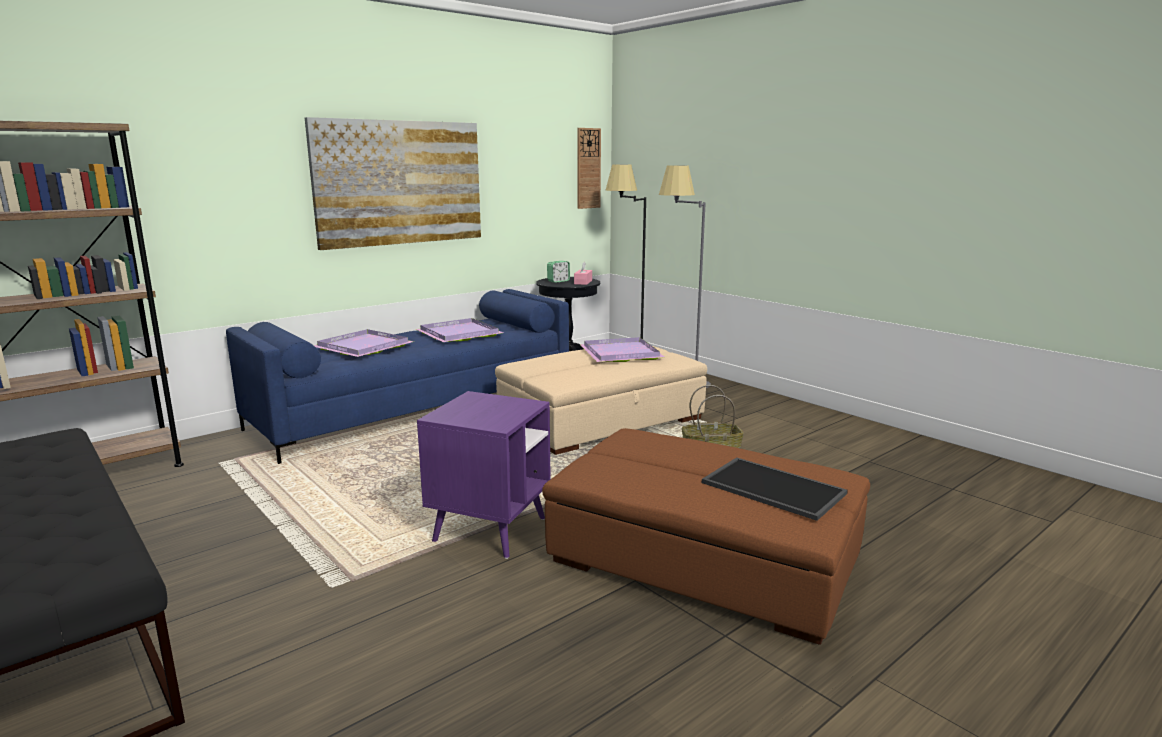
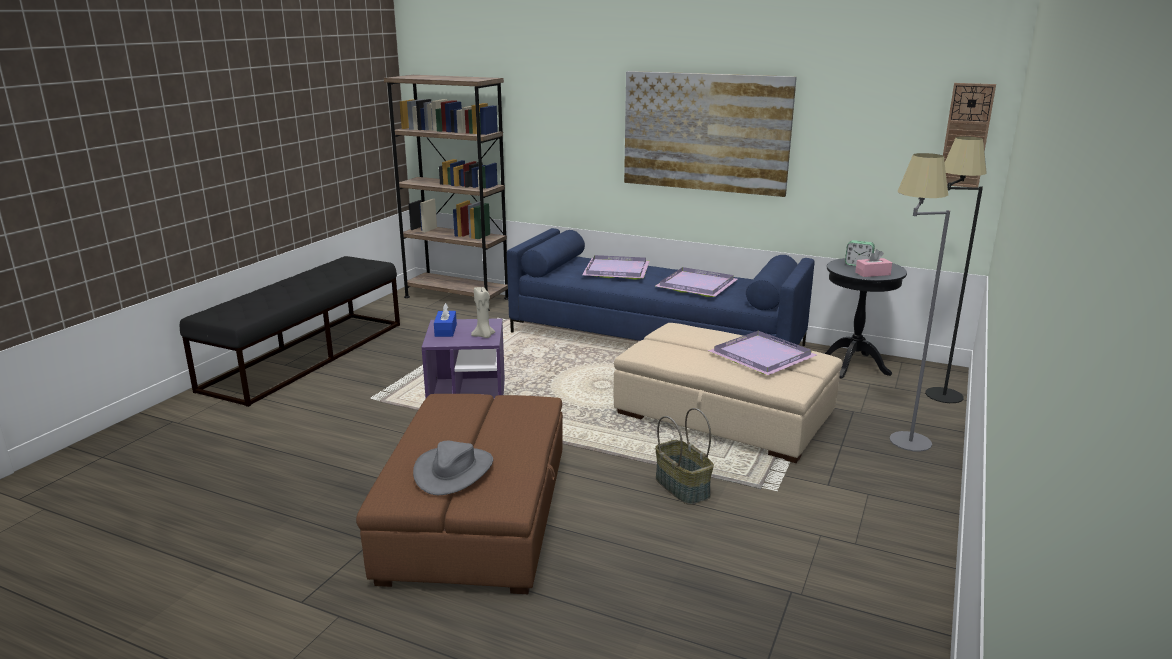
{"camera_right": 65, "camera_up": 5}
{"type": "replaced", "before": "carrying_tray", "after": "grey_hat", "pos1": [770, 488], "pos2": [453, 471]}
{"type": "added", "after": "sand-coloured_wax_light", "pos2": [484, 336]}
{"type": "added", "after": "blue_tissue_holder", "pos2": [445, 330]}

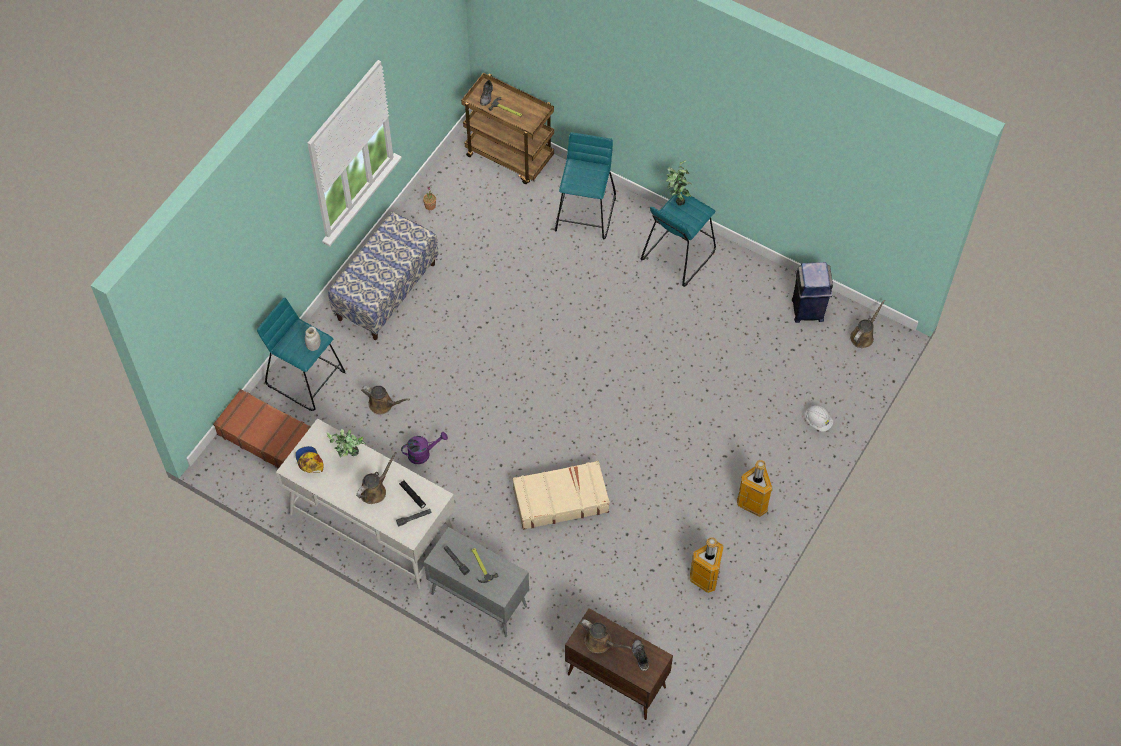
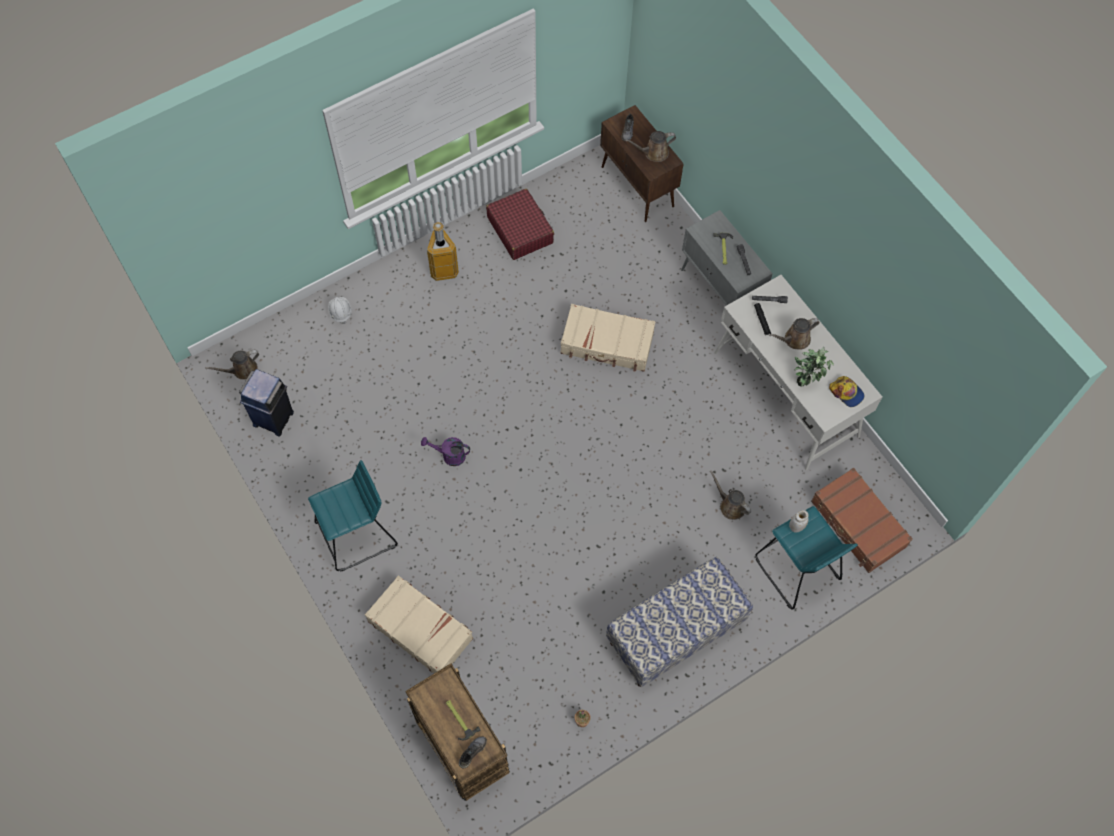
{"camera_right": -155, "camera_up": 5}
{"type": "replaced", "before": "blue-green_stool_seat", "after": "sand-coloured_travel_case", "pos1": [585, 213], "pos2": [420, 629]}
{"type": "removed", "before": "houseplant", "pos1": [676, 199]}
{"type": "moved", "before": "purple_sprinkling_can", "pos1": [423, 453], "pos2": [449, 456]}
{"type": "turned", "before": "cap", "pos1": [309, 461], "pos2": [846, 393], "turn": -45}
{"type": "replaced", "before": "waste_bin", "after": "red-coloured_travel_case", "pos1": [706, 577], "pos2": [520, 230]}
{"type": "turned", "before": "brownish_sprinkling_can", "pos1": [600, 642], "pos2": [653, 153], "turn": -75}

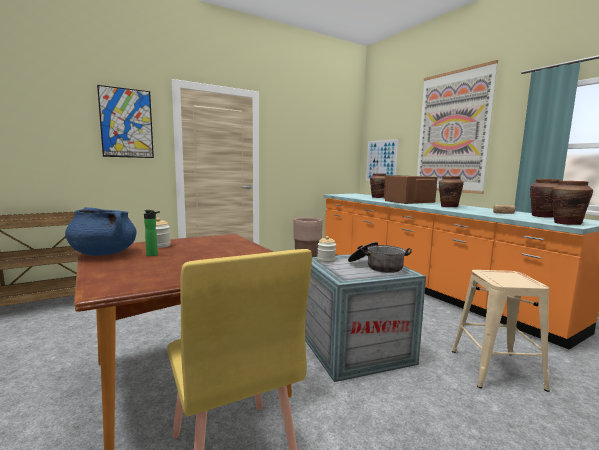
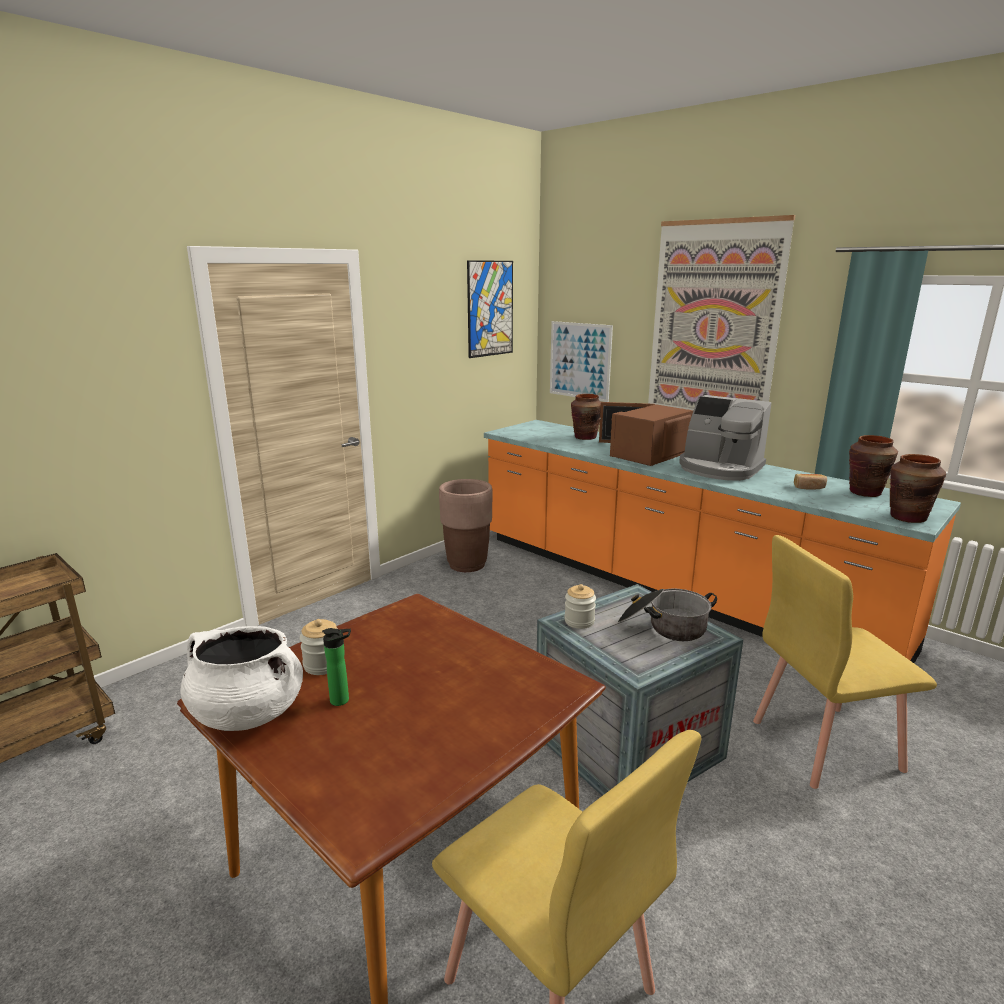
{"camera_right": -15, "camera_up": 10}
{"type": "moved", "before": "picture", "pos1": [126, 123], "pos2": [490, 309]}
{"type": "replaced", "before": "brownish_flower_vase", "after": "coffee_maker", "pos1": [448, 206], "pos2": [719, 469]}
{"type": "recoloured", "before": "blue_cooking_pot", "after": "whitish_cooking_pot", "pos1": [103, 253], "pos2": [247, 713]}
{"type": "replaced", "before": "sand-coloured_stool_seat", "after": "yellow_plain_chair", "pos1": [495, 369], "pos2": [824, 744]}

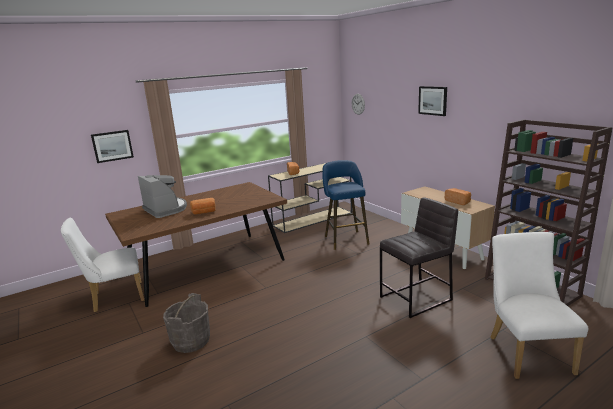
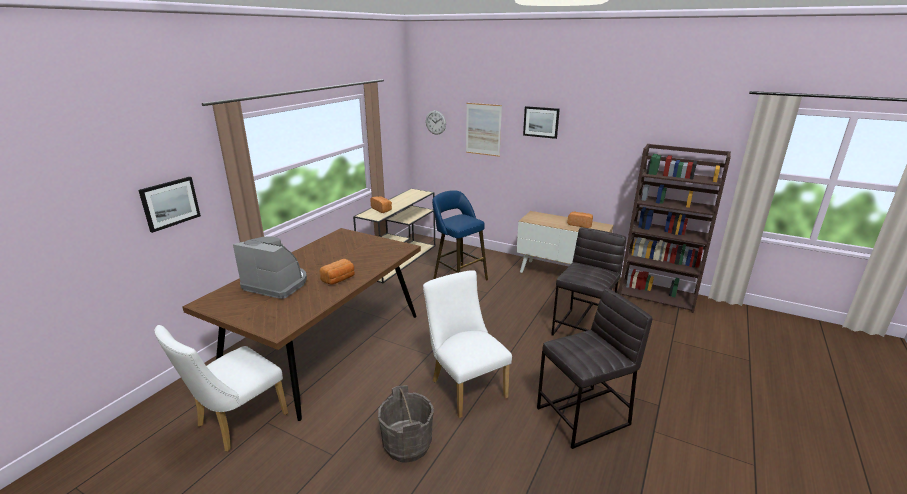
{"camera_right": -30, "camera_up": 5}
{"type": "moved", "before": "whitish_plain_chair", "pos1": [526, 351], "pos2": [465, 386]}
{"type": "added", "after": "picture", "pos2": [483, 129]}
{"type": "added", "after": "grey_stool_seat", "pos2": [584, 416]}

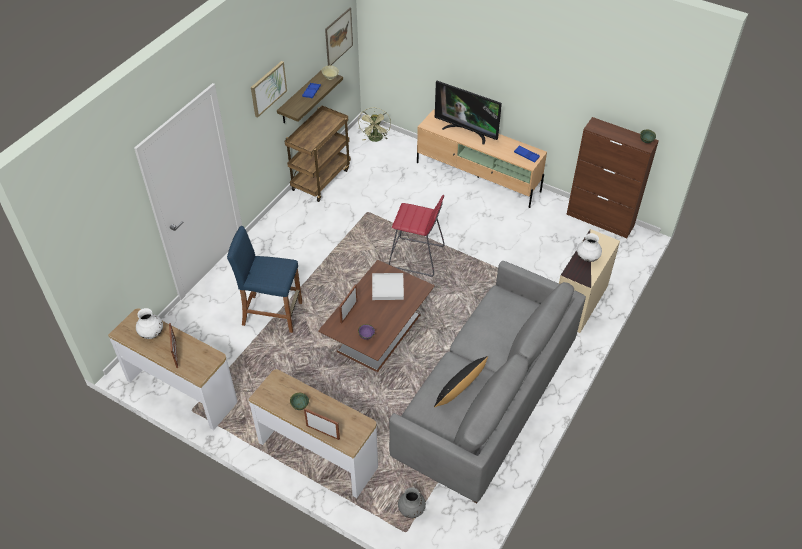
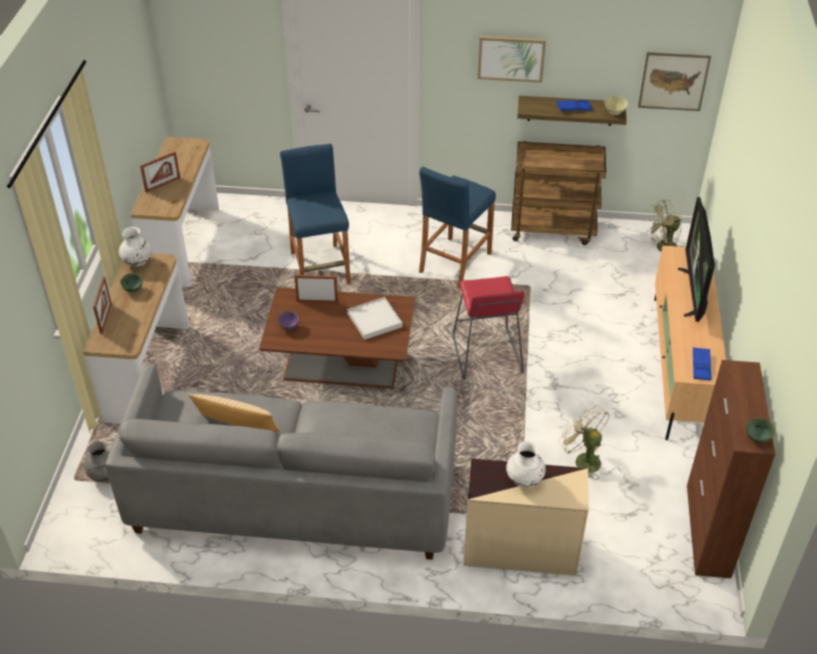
{"camera_right": 65, "camera_up": -5}
{"type": "moved", "before": "whitish_flower_vase", "pos1": [152, 333], "pos2": [138, 262]}
{"type": "recoloured", "before": "black_pillow", "after": "sand-coloured_pillow", "pos1": [459, 389], "pos2": [237, 425]}
{"type": "added", "after": "blue_stool_seat", "pos2": [455, 262]}
{"type": "added", "after": "sand-coloured_cooling_fan", "pos2": [582, 460]}

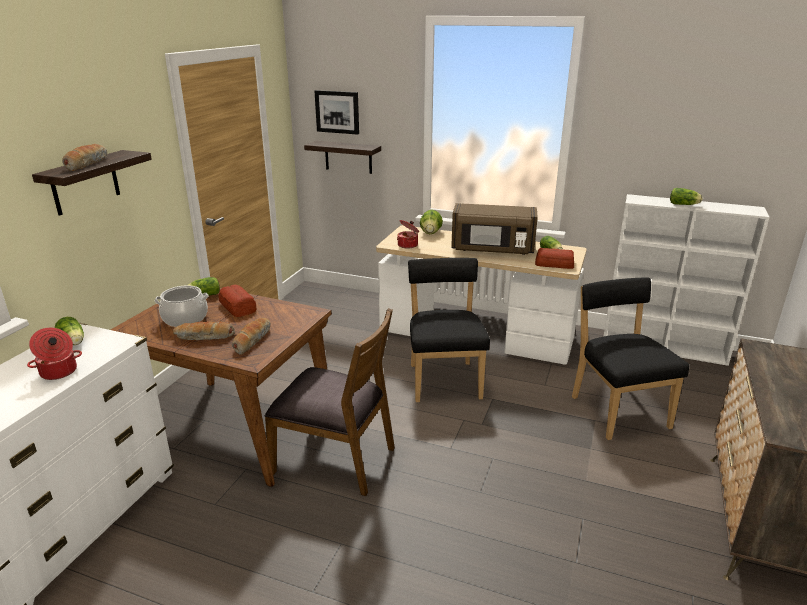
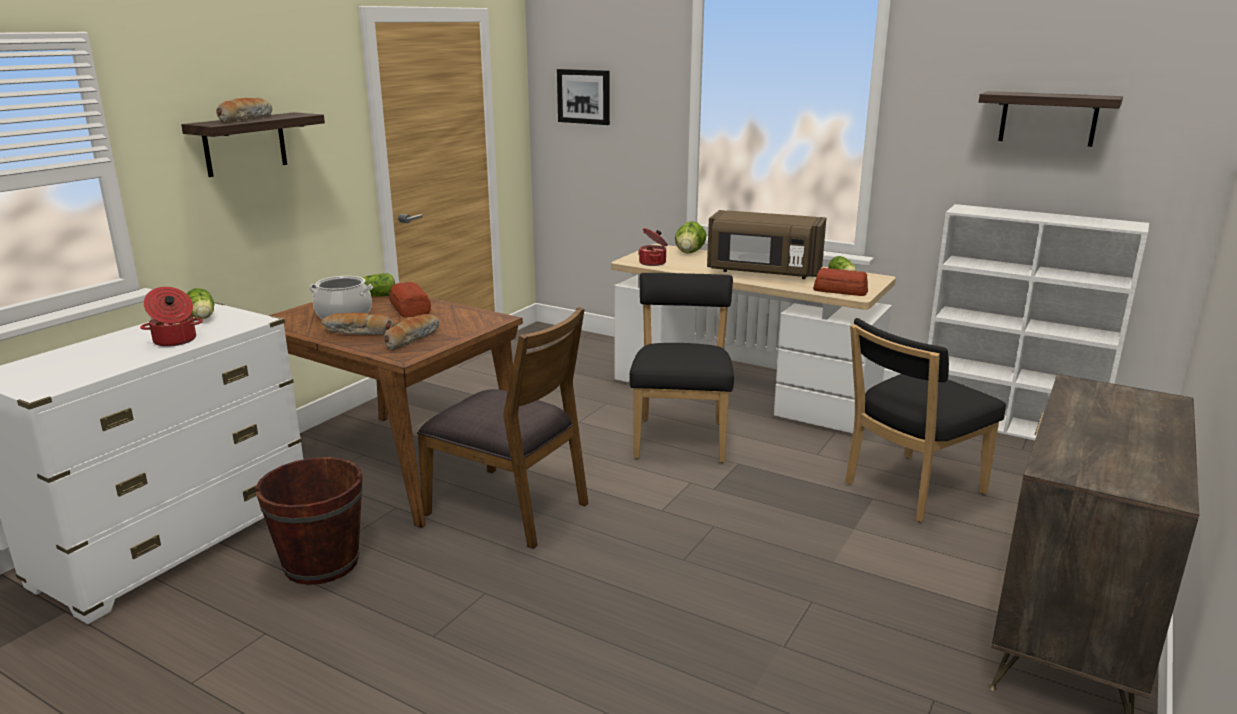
{"camera_right": 10, "camera_up": -5}
{"type": "moved", "before": "bracket_shelf", "pos1": [348, 157], "pos2": [1048, 118]}
{"type": "removed", "before": "lettuce_head", "pos1": [684, 204]}
{"type": "turned", "before": "black_plain_chair", "pos1": [616, 410], "pos2": [909, 490], "turn": -120}
{"type": "added", "after": "brownish_pail", "pos2": [321, 563]}

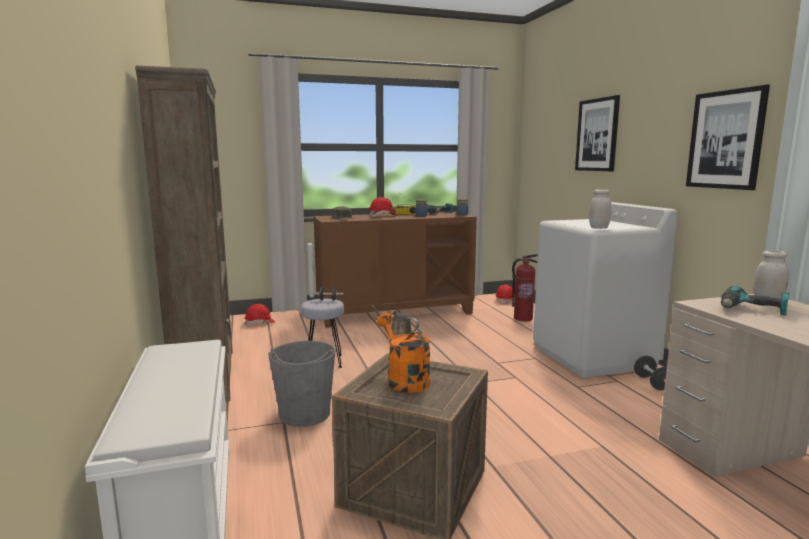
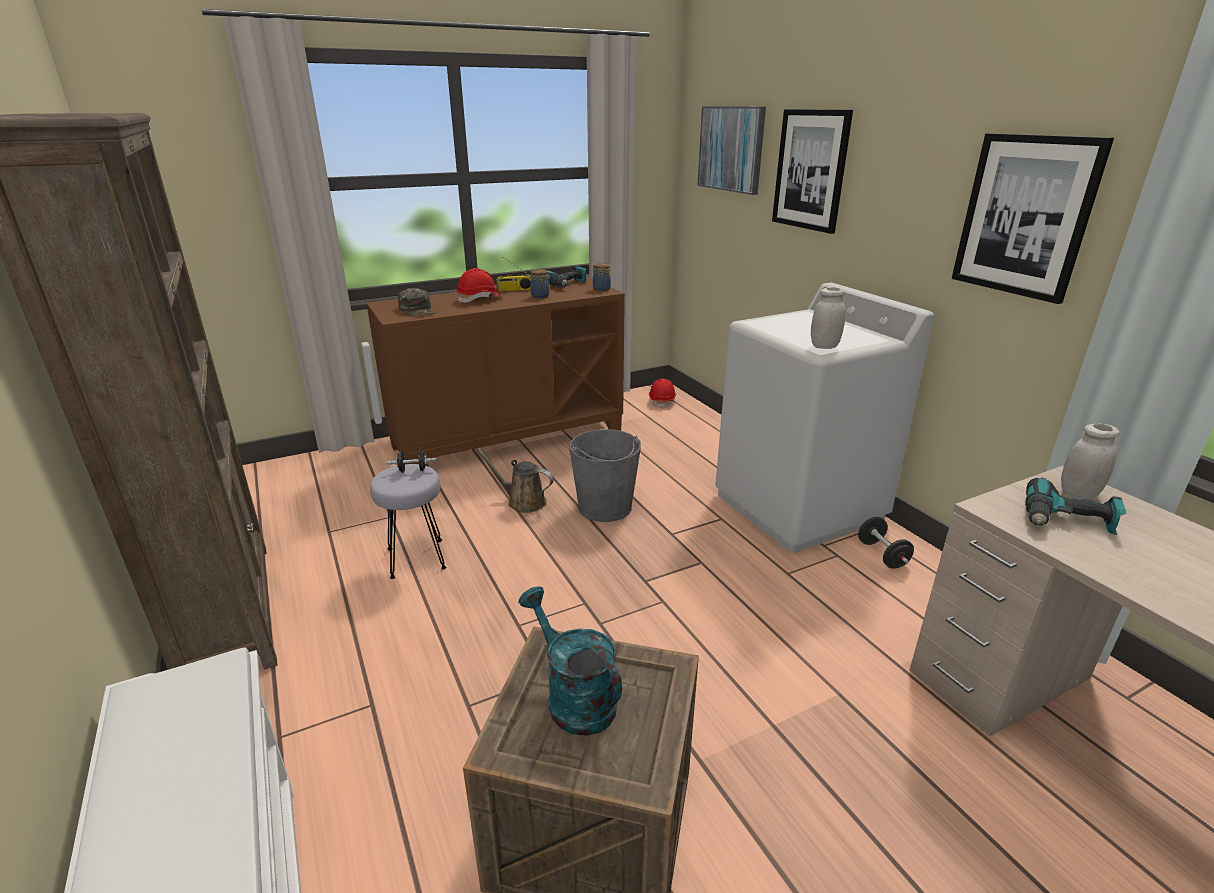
{"camera_right": -10, "camera_up": 15}
{"type": "removed", "before": "fire_extinguisher", "pos1": [523, 318]}
{"type": "removed", "before": "red-coloured_hard_hat", "pos1": [260, 323]}
{"type": "recoloured", "before": "orange_sprinkling_can", "after": "blue-green_sprinkling_can", "pos1": [404, 379], "pos2": [573, 697]}
{"type": "moved", "before": "grey_pail", "pos1": [305, 414], "pos2": [605, 507]}
{"type": "added", "after": "picture", "pos2": [731, 149]}

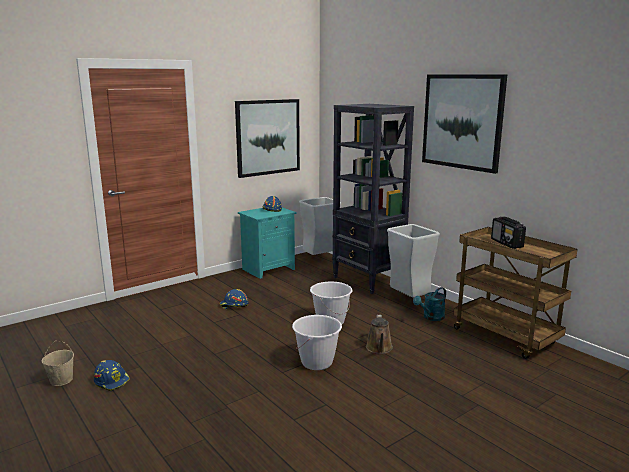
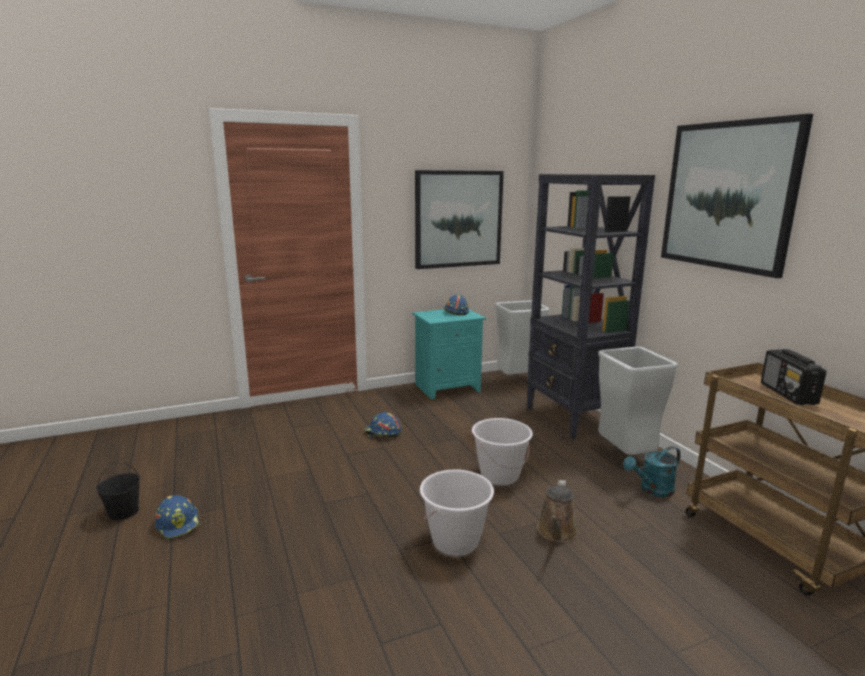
{"camera_right": 15, "camera_up": 0}
{"type": "recoloured", "before": "sand-coloured_pail", "after": "black_pail", "pos1": [61, 380], "pos2": [124, 512]}

